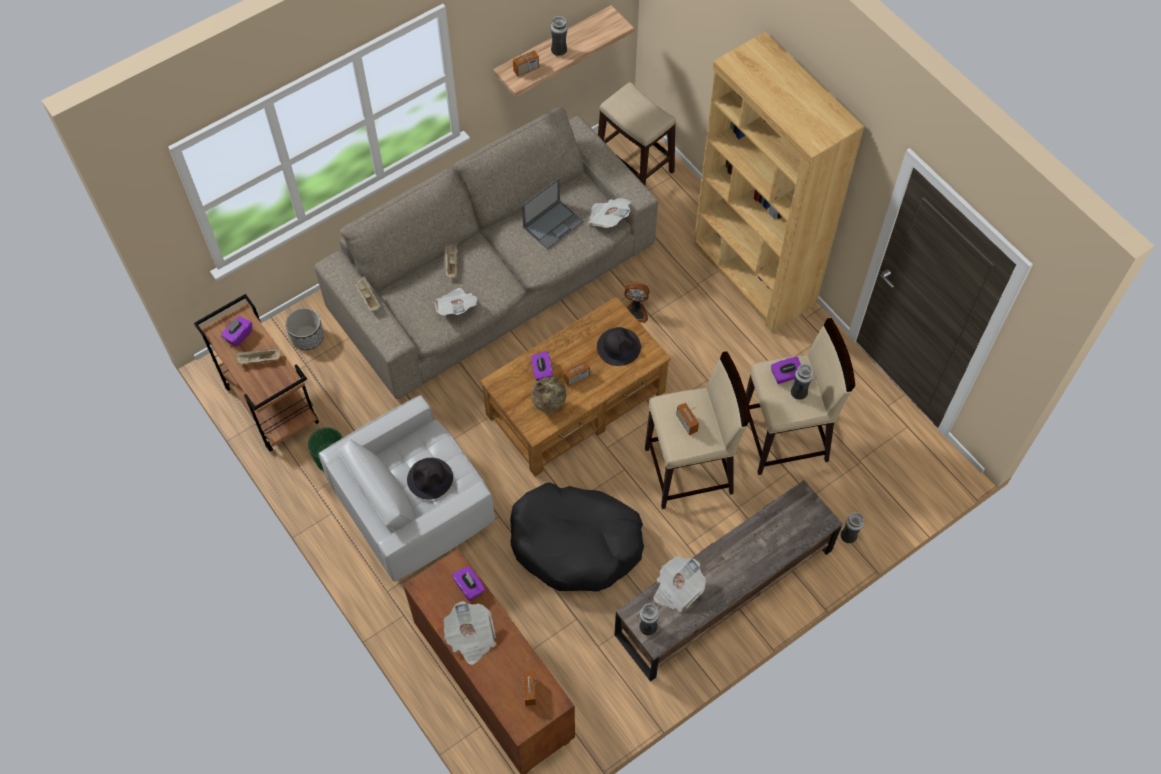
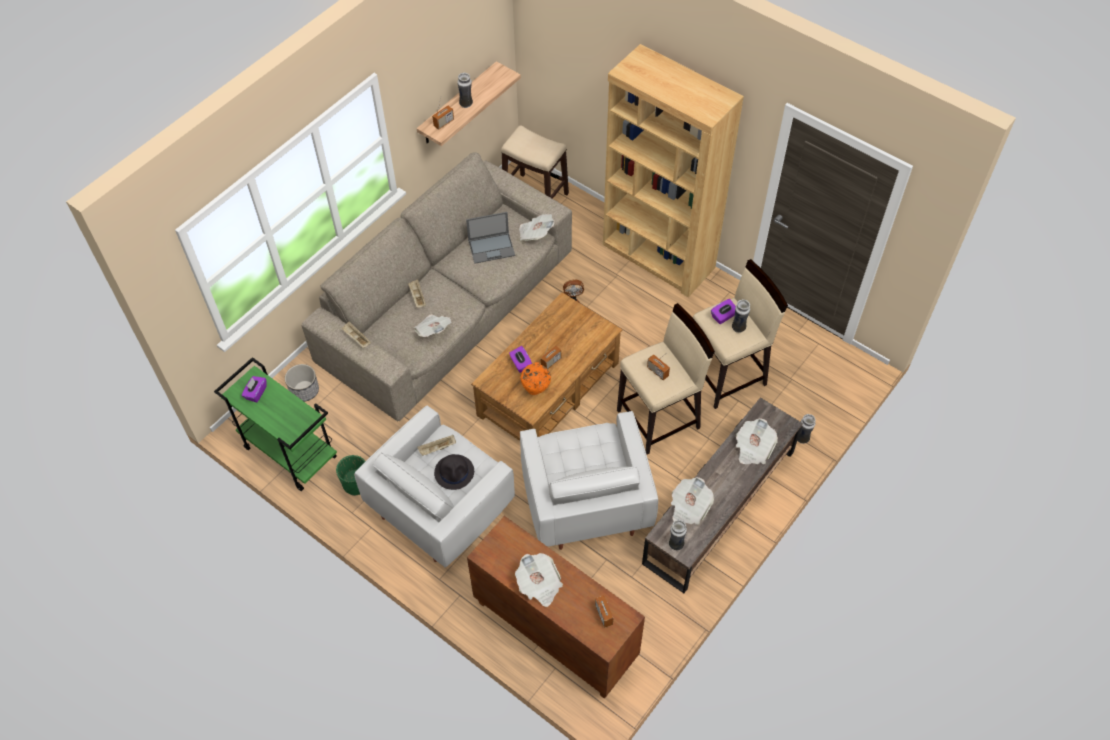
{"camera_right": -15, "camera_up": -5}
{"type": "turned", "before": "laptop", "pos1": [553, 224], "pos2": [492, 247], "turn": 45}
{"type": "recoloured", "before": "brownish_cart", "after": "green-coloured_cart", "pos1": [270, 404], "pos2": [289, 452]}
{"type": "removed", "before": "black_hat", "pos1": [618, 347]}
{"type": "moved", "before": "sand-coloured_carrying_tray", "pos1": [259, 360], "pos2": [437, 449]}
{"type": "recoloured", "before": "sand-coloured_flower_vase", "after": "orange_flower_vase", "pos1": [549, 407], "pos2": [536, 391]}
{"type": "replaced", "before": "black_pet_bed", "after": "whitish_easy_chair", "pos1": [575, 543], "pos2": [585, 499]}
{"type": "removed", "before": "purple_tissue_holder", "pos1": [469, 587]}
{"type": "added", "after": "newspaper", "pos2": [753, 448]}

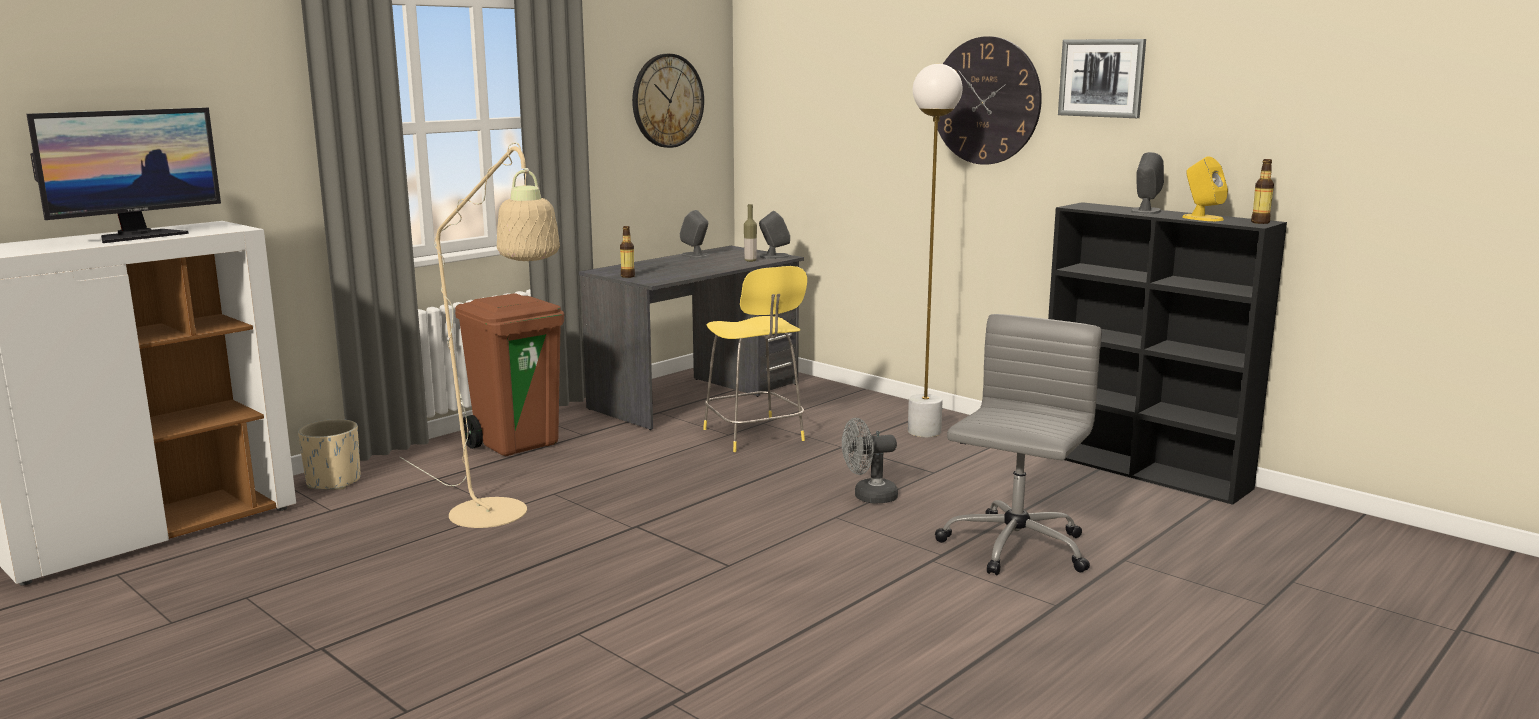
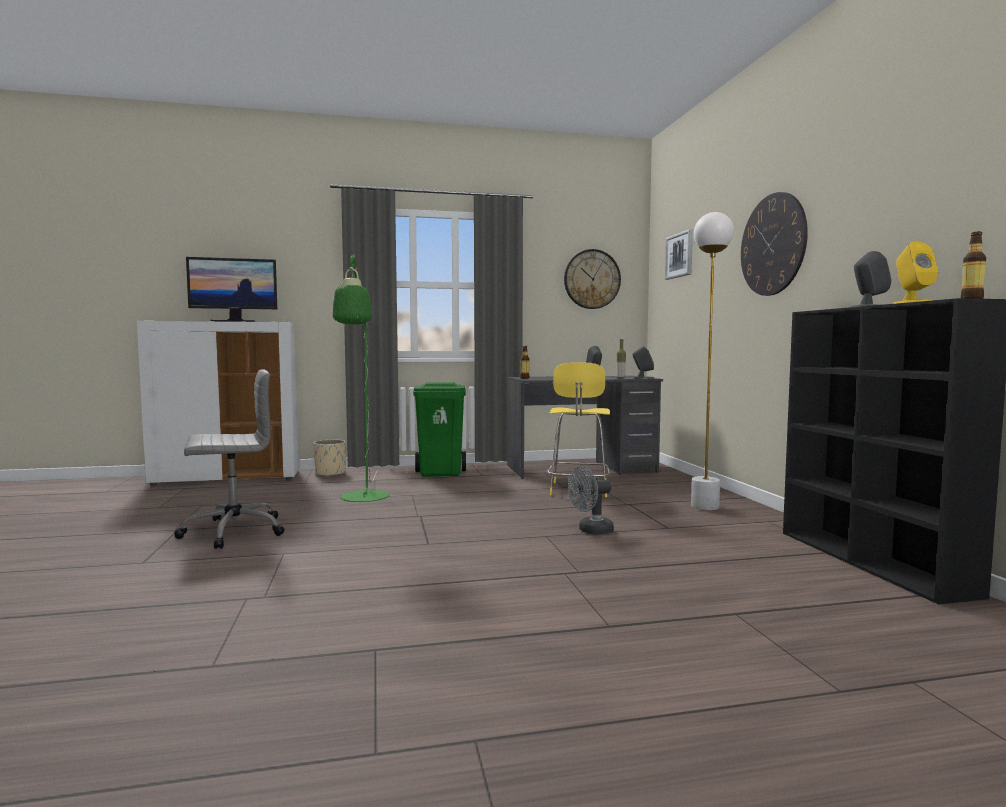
{"camera_right": 35, "camera_up": -10}
{"type": "moved", "before": "picture", "pos1": [1102, 78], "pos2": [679, 255]}
{"type": "recoloured", "before": "sand-coloured_standard_lamp", "after": "green-coloured_standard_lamp", "pos1": [499, 518], "pos2": [363, 499]}
{"type": "recoloured", "before": "brownish_waste_bin", "after": "green-coloured_waste_bin", "pos1": [517, 444], "pos2": [441, 473]}
{"type": "moved", "before": "grey_desk_chair", "pos1": [1014, 548], "pos2": [232, 531]}
{"type": "turned", "before": "grey_cooling_fan", "pos1": [868, 497], "pos2": [591, 531], "turn": -45}

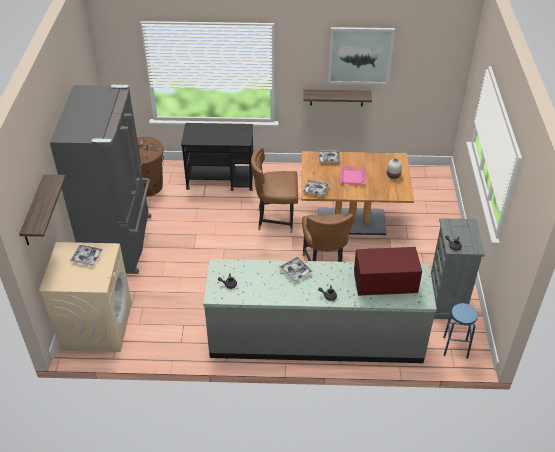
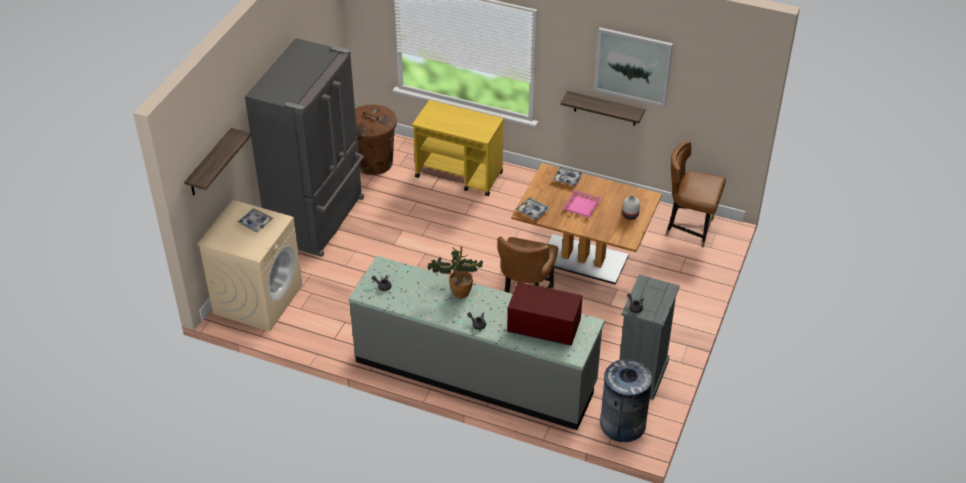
{"camera_right": 20, "camera_up": 0}
{"type": "recoloured", "before": "black_cart", "after": "yellow_cart", "pos1": [221, 180], "pos2": [459, 175]}
{"type": "moved", "before": "brownish_plain_chair", "pos1": [275, 219], "pos2": [689, 228]}
{"type": "replaced", "before": "carrying_tray", "after": "houseplant", "pos1": [295, 271], "pos2": [457, 291]}
{"type": "replaced", "before": "blue_stool_seat", "after": "grey_waste_bin", "pos1": [455, 347], "pos2": [622, 424]}

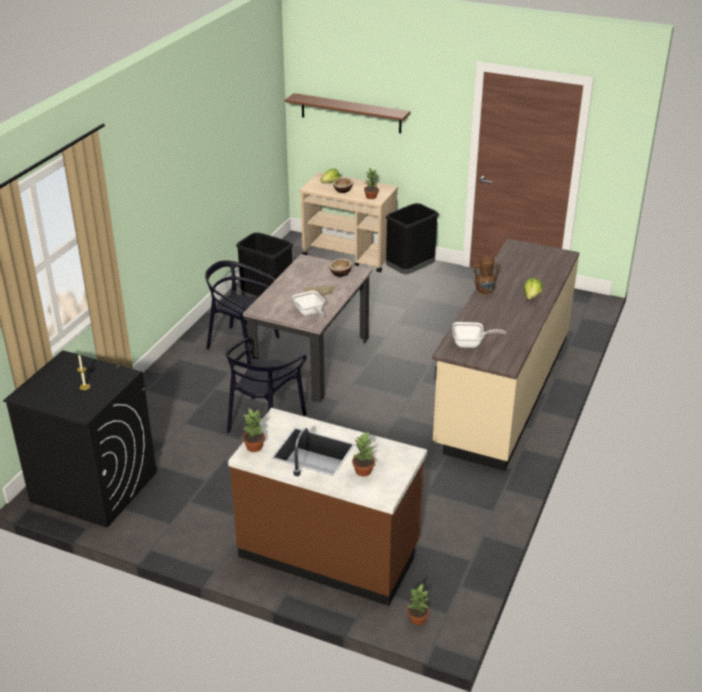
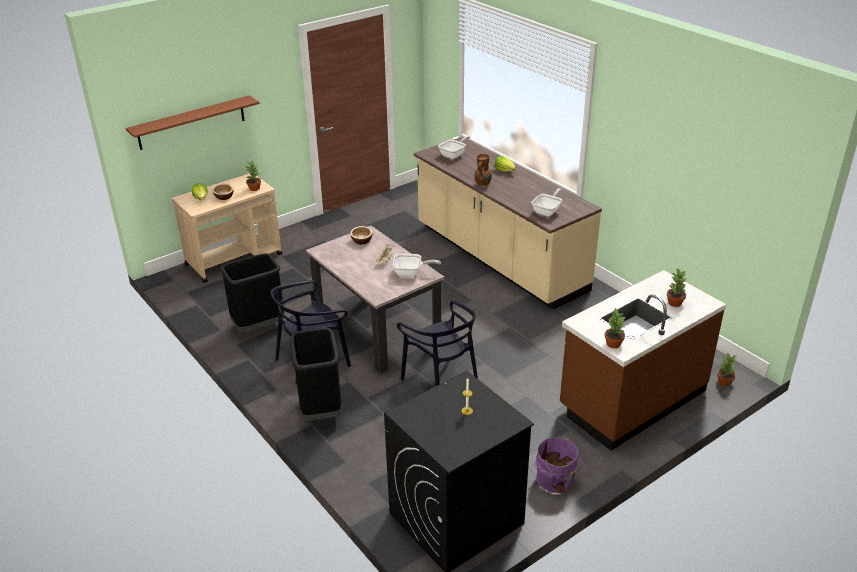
{"camera_right": -60, "camera_up": 0}
{"type": "moved", "before": "black_waste_bin", "pos1": [410, 271], "pos2": [320, 409]}
{"type": "added", "after": "pan", "pos2": [454, 155]}
{"type": "added", "after": "purple_pail", "pos2": [556, 480]}

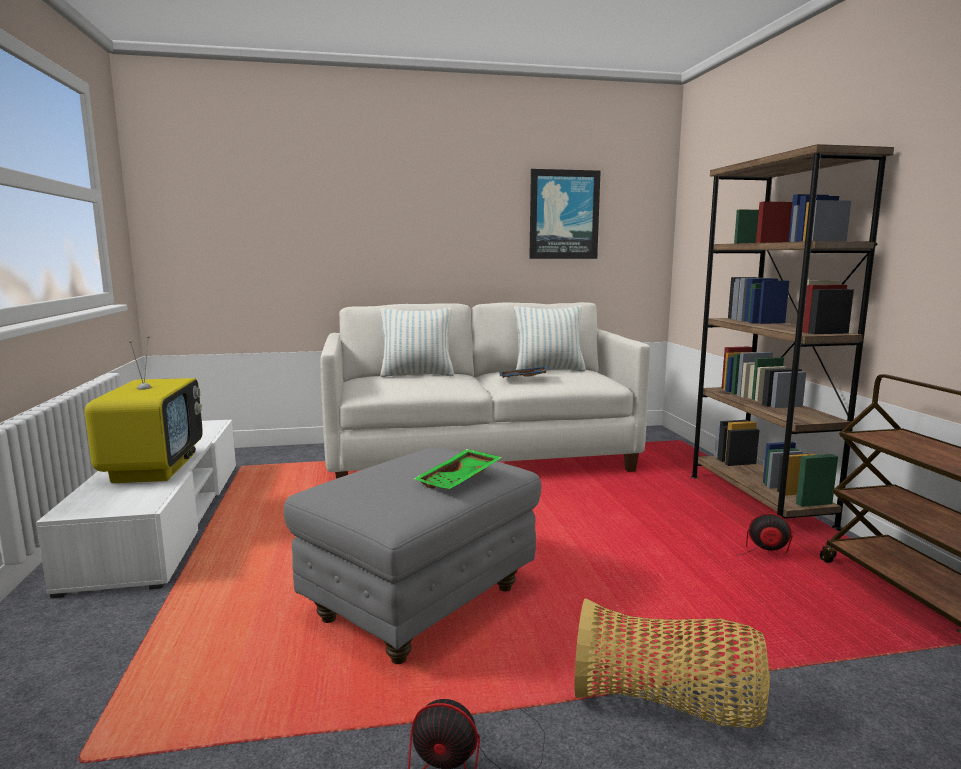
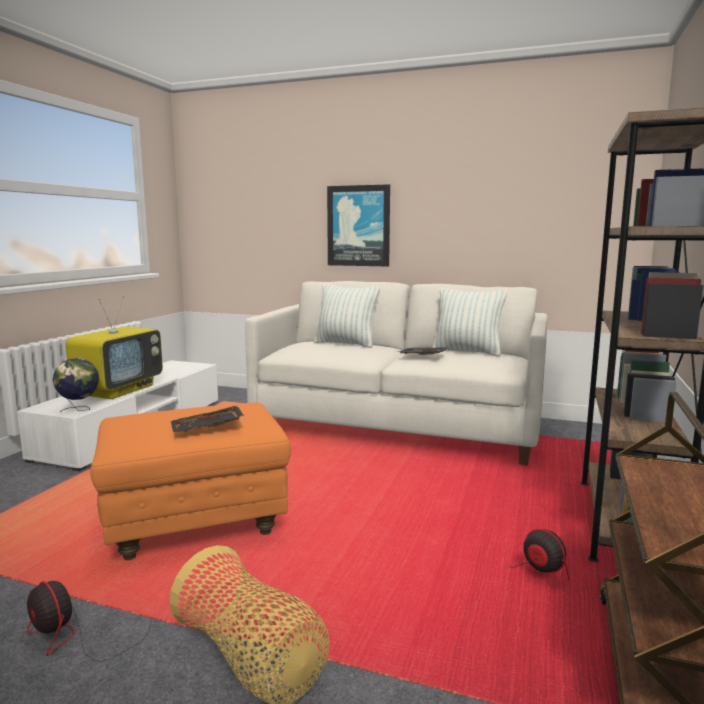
{"camera_right": 30, "camera_up": 0}
{"type": "moved", "before": "picture", "pos1": [563, 215], "pos2": [358, 226]}
{"type": "recoloured", "before": "grey_pouffe", "after": "orange_pouffe", "pos1": [420, 603], "pos2": [197, 525]}
{"type": "recoloured", "before": "green-coloured_carrying_tray", "after": "black_carrying_tray", "pos1": [460, 480], "pos2": [207, 428]}
{"type": "added", "after": "desk_globe", "pos2": [79, 410]}

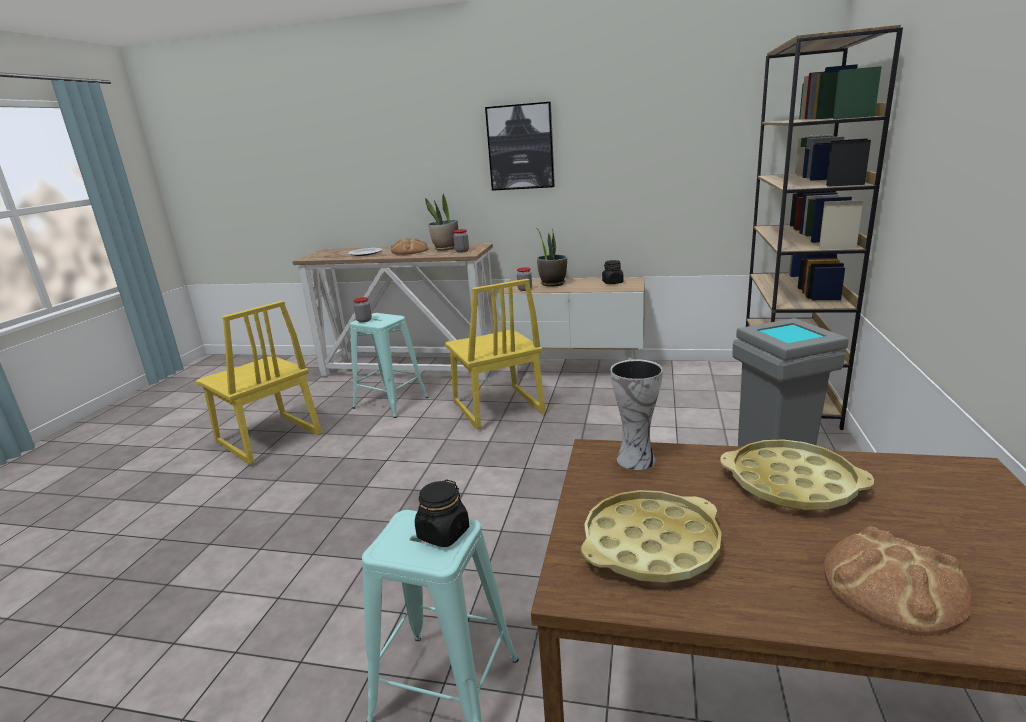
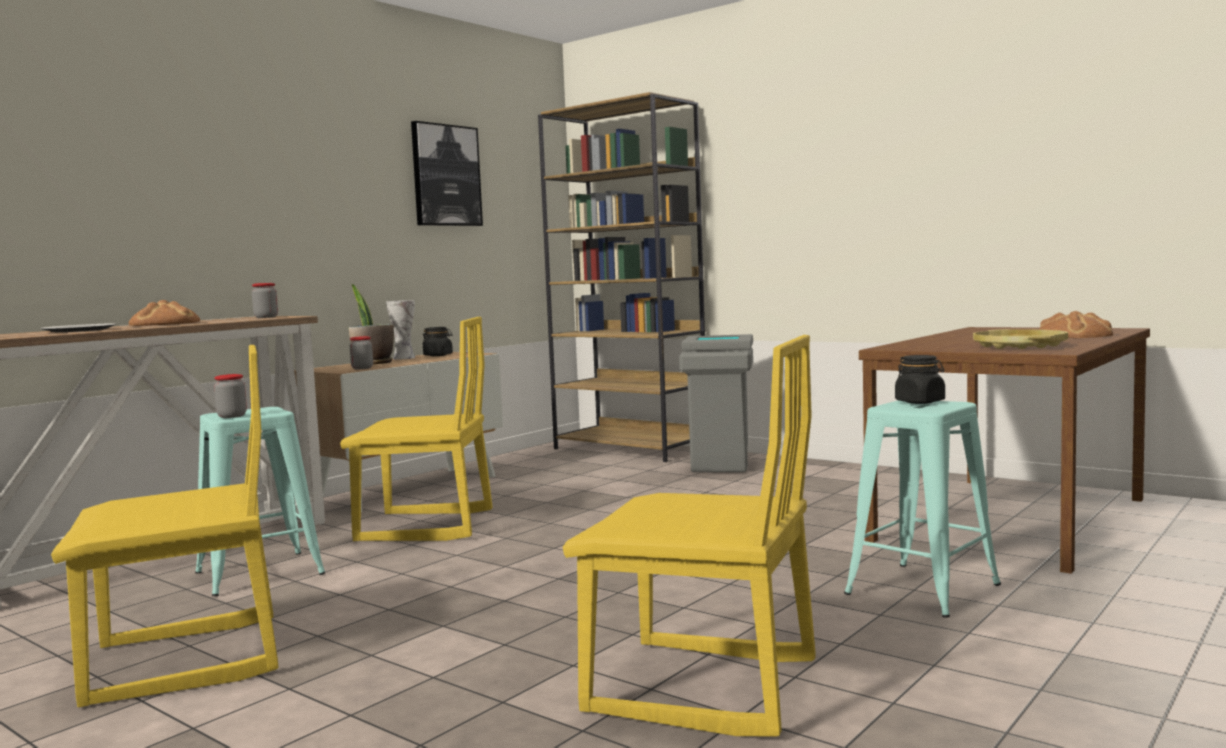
{"camera_right": -65, "camera_up": -15}
{"type": "moved", "before": "picture", "pos1": [521, 147], "pos2": [445, 175]}
{"type": "removed", "before": "houseplant", "pos1": [446, 248]}
{"type": "moved", "before": "flower_vase", "pos1": [635, 458], "pos2": [403, 358]}
{"type": "removed", "before": "yellow_carrying_tray", "pos1": [792, 484]}
{"type": "added", "after": "yellow_plain_chair", "pos2": [702, 688]}

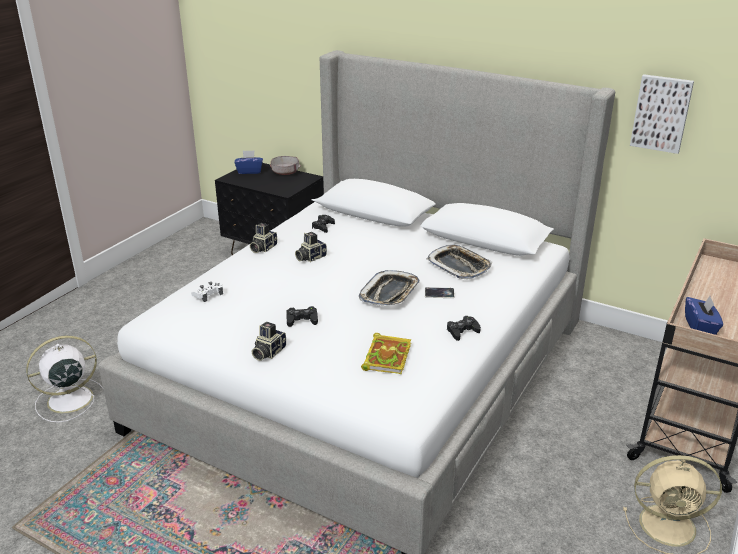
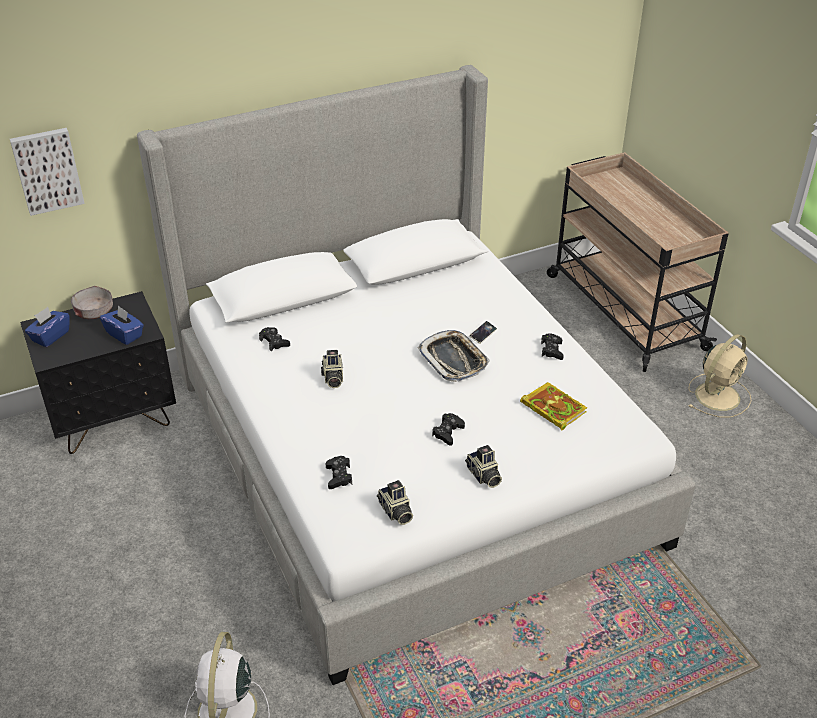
{"camera_right": -55, "camera_up": 10}
{"type": "moved", "before": "picture", "pos1": [661, 113], "pos2": [47, 170]}
{"type": "moved", "before": "still_camera", "pos1": [262, 248], "pos2": [395, 512]}
{"type": "removed", "before": "carrying_tray", "pos1": [459, 266]}
{"type": "recoloured", "before": "whitish_game_controller", "after": "black_game_controller", "pos1": [208, 294], "pos2": [339, 476]}
{"type": "moved", "before": "blue_tissue_holder", "pos1": [700, 327], "pos2": [124, 334]}

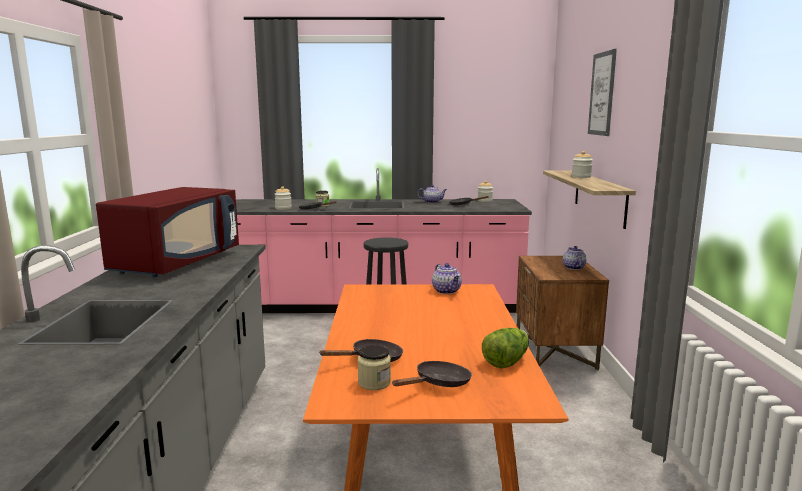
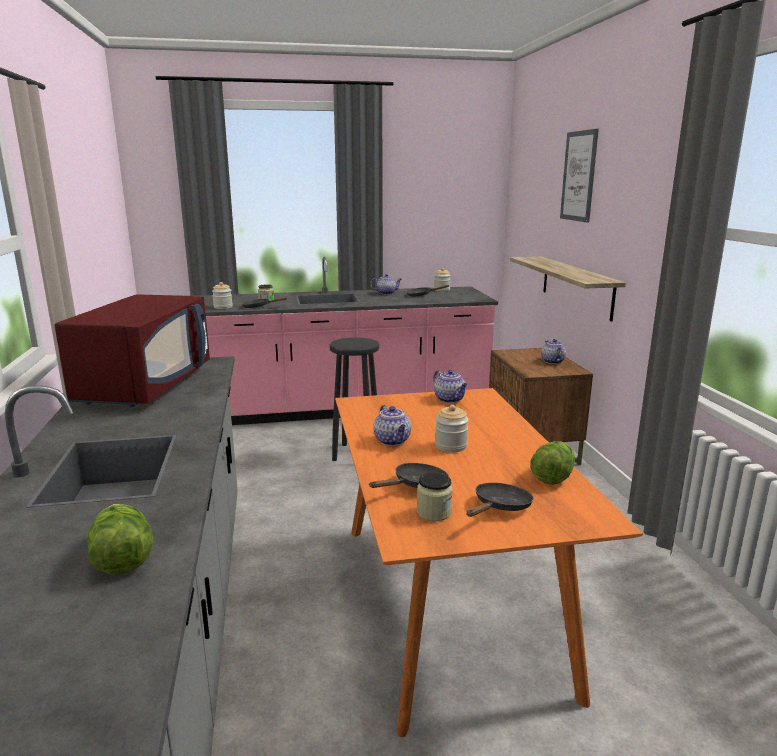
{"camera_right": -10, "camera_up": 5}
{"type": "moved", "before": "preserve_jar", "pos1": [581, 177], "pos2": [451, 446]}
{"type": "added", "after": "teapot", "pos2": [393, 441]}
{"type": "added", "after": "lettuce_head", "pos2": [121, 557]}

